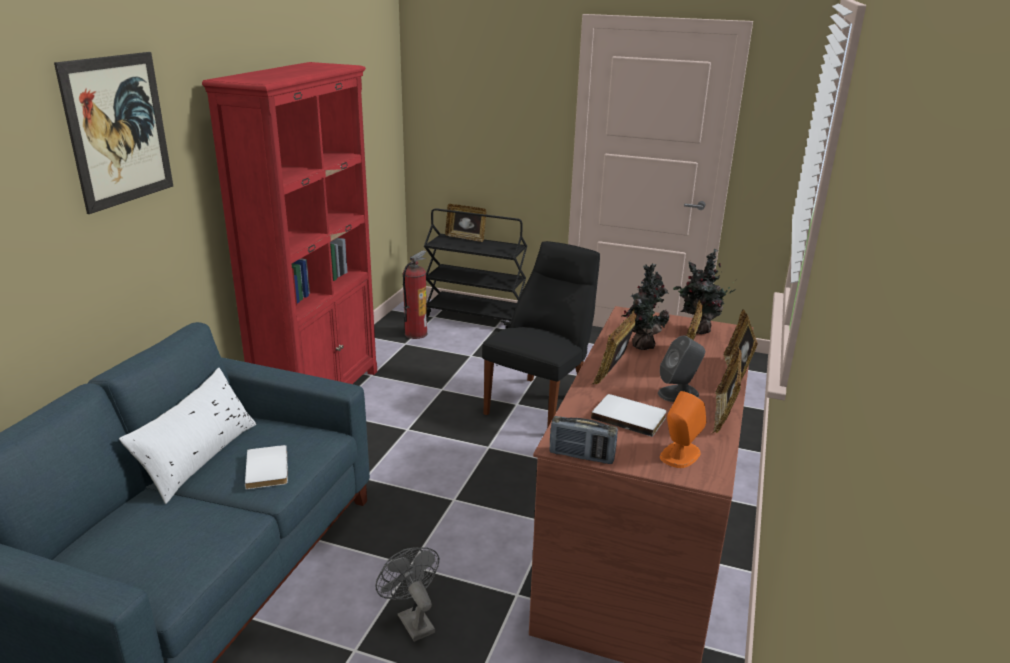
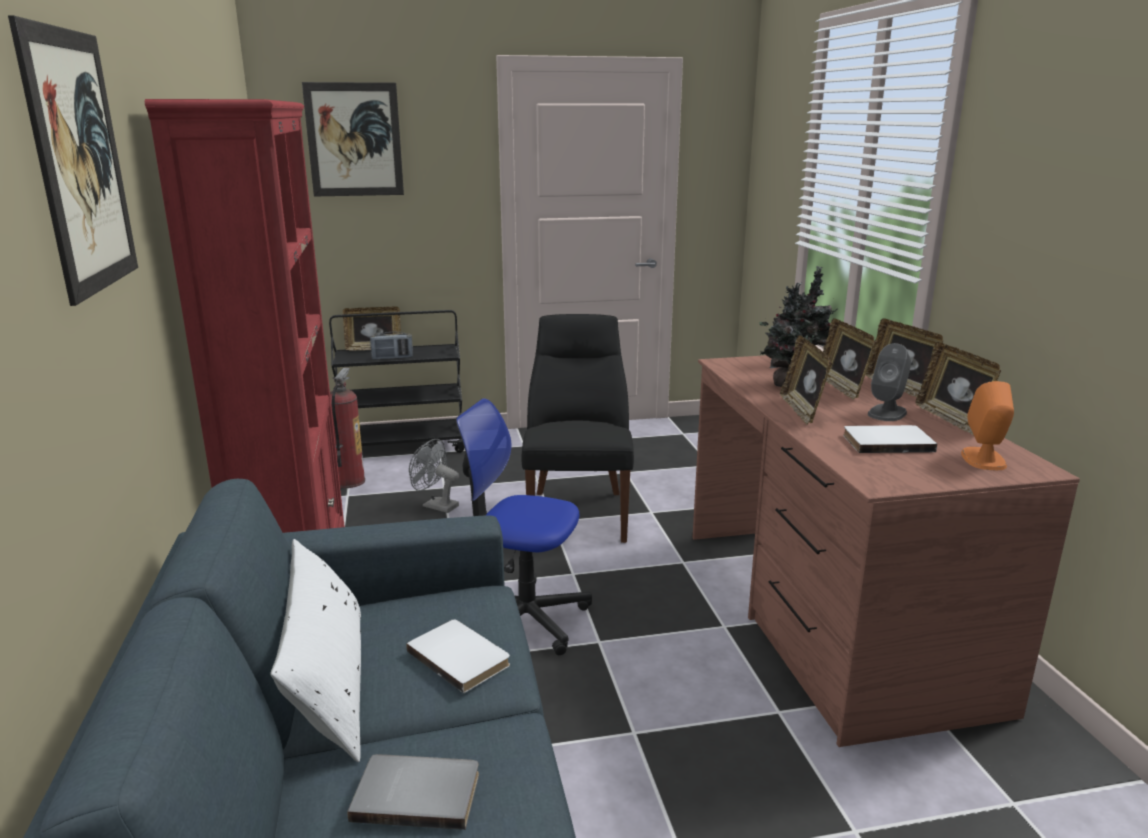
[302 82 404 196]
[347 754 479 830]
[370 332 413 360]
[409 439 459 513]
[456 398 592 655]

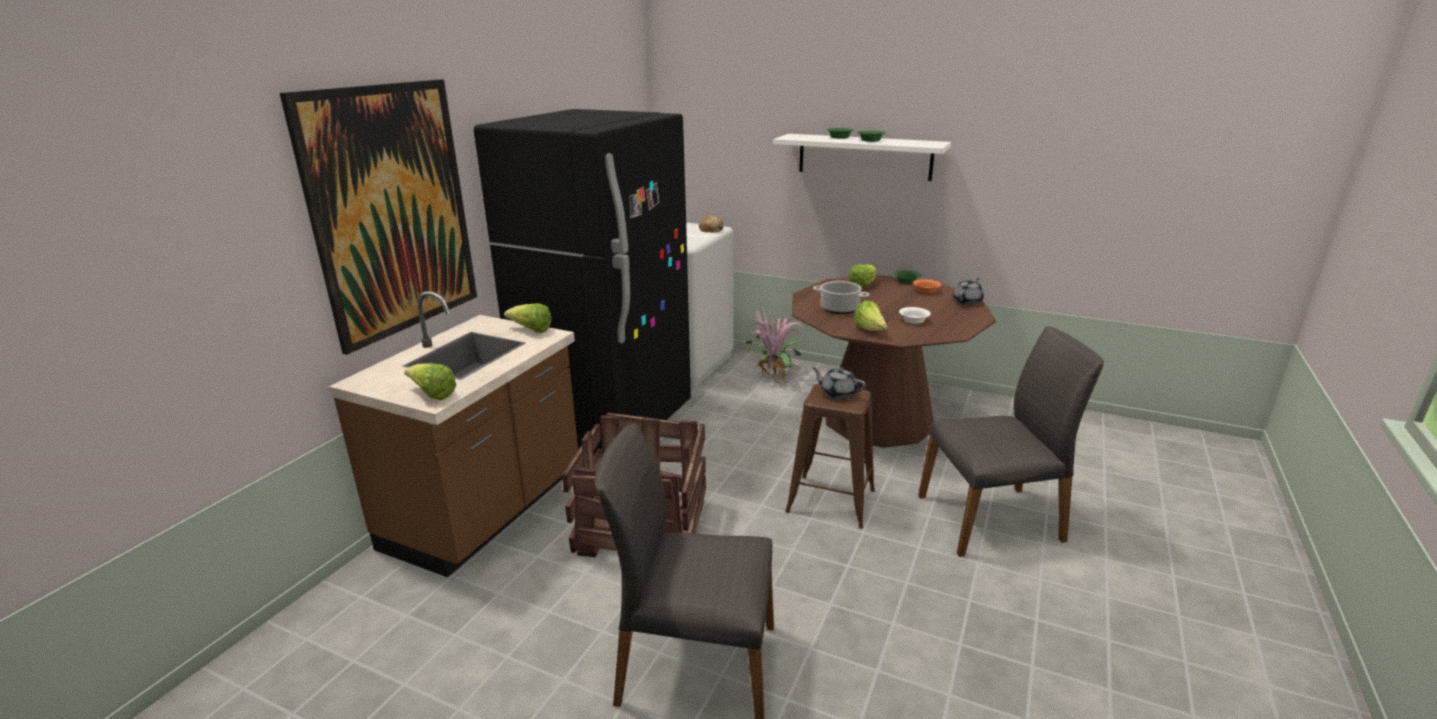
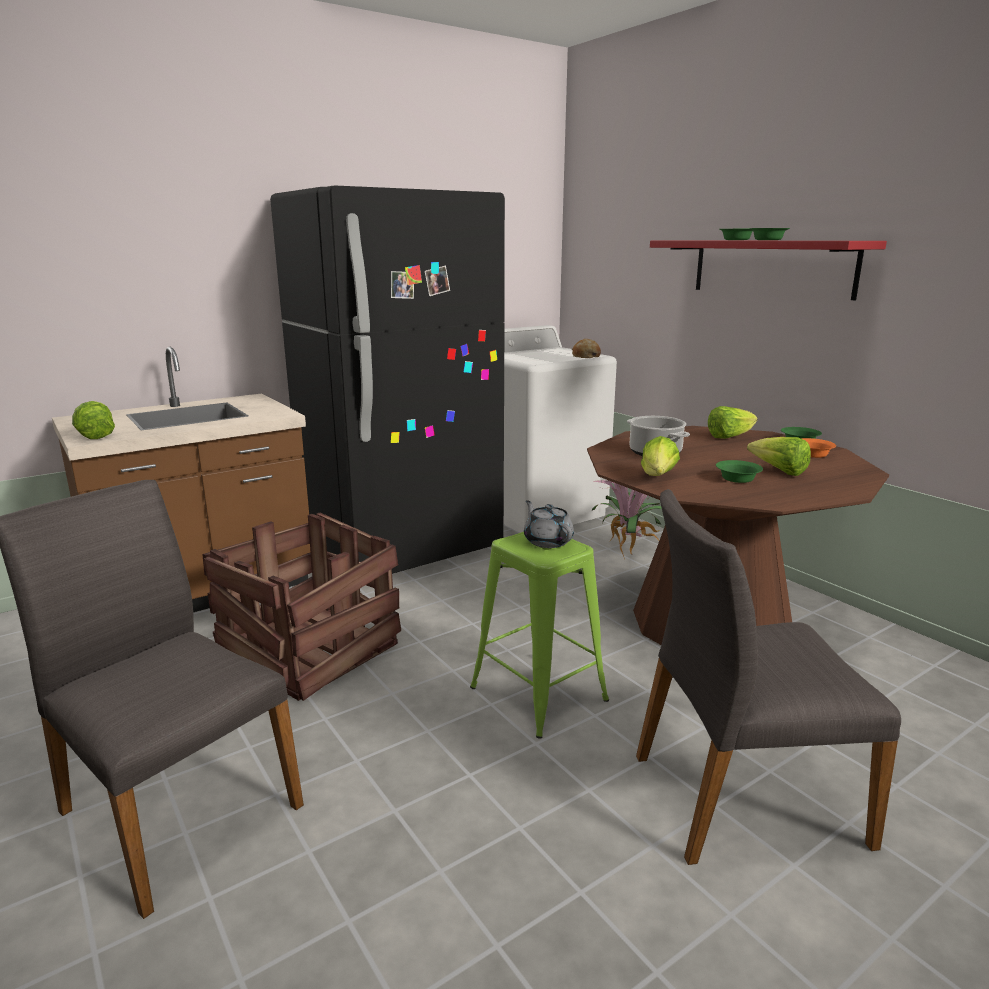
[470 532 609 739]
[636 489 901 865]
[650 241 887 300]
[716 460 763 483]
[747 437 811 476]
[280 79 477 355] (first image)
[953 278 984 305] (first image)

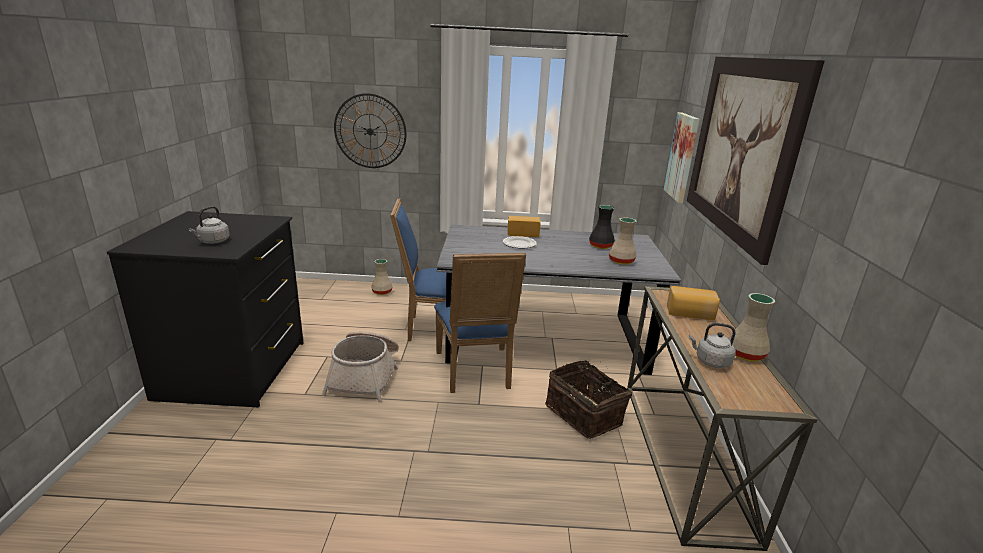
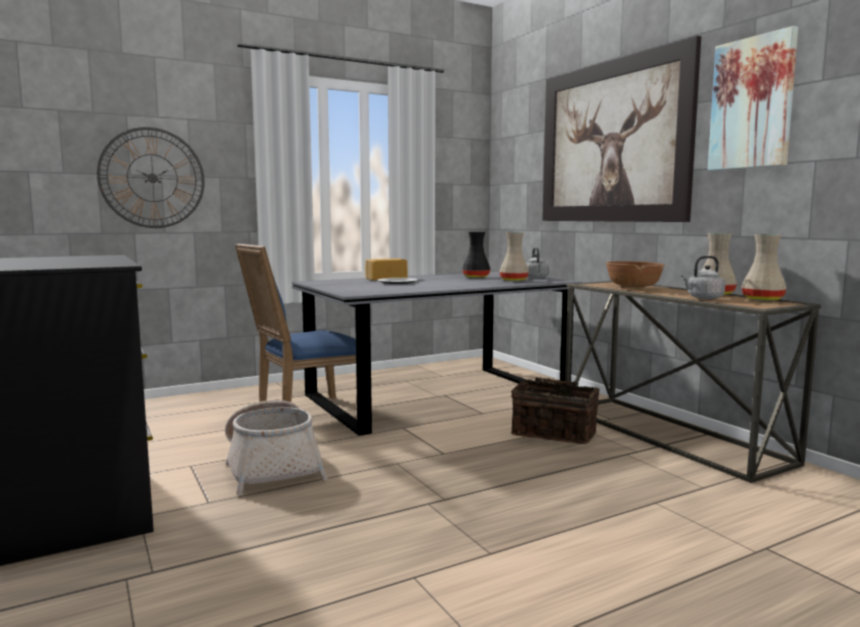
[526 247 549 279]
[606 261 665 289]
[708 26 798 171]
[741 234 787 301]
[434 253 526 393] (first image)

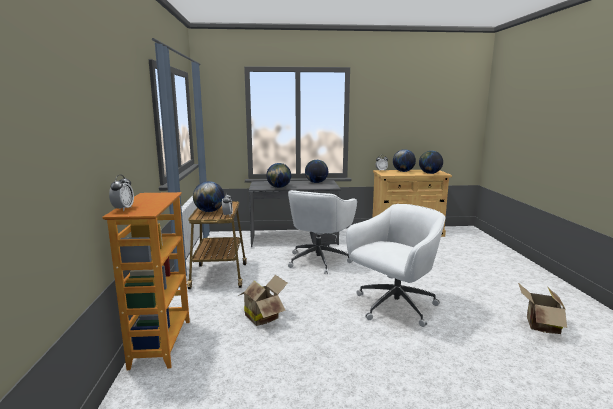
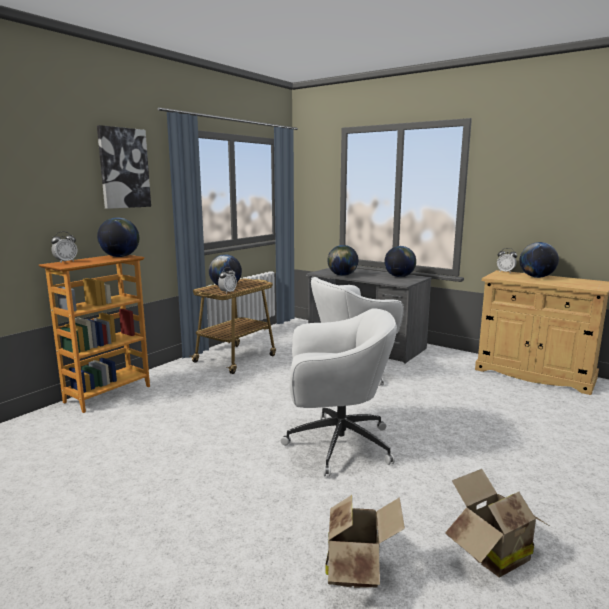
[97 125 151 209]
[97 217 139 257]
[325 495 405 588]

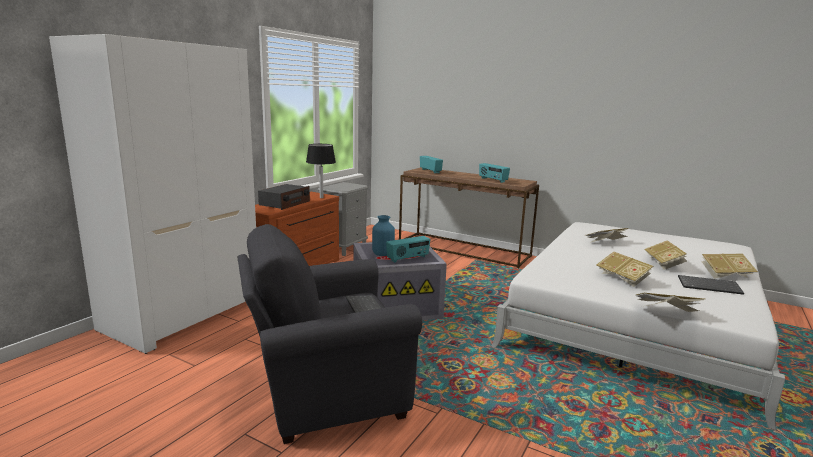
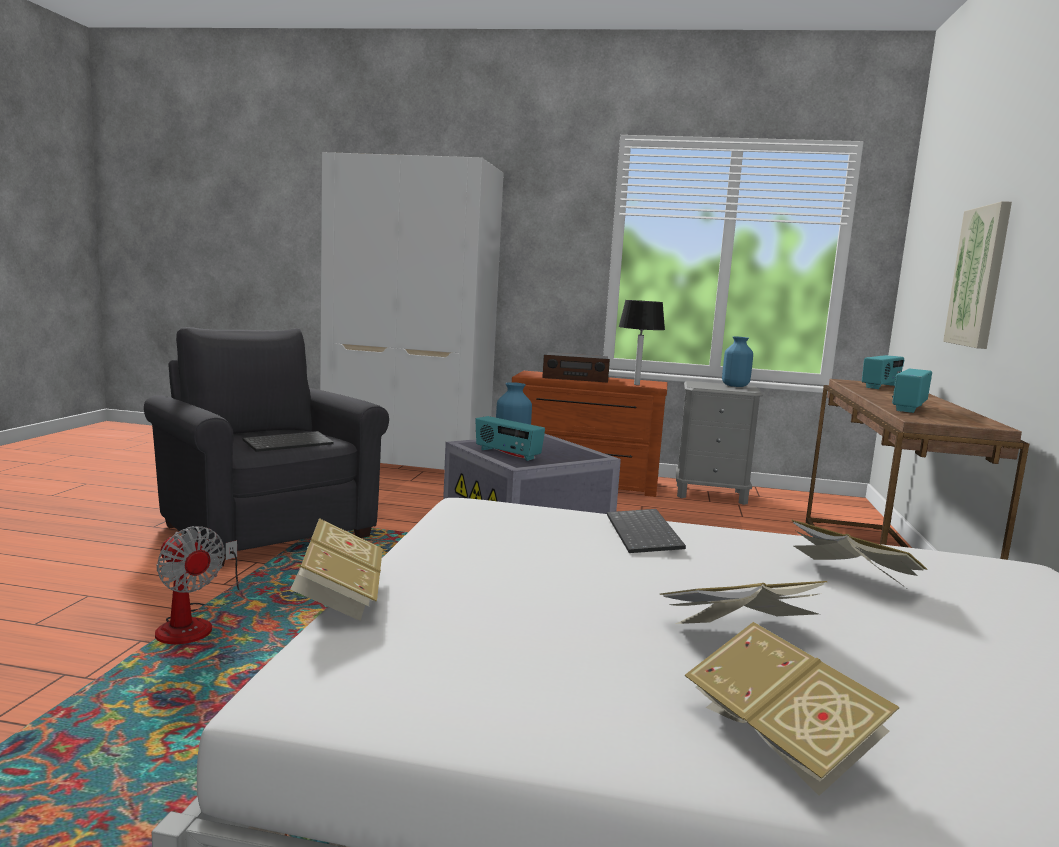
[155 526 240 644]
[607 509 686 553]
[722 336 753 387]
[943 201 1012 349]
[596 252 653 287] (first image)

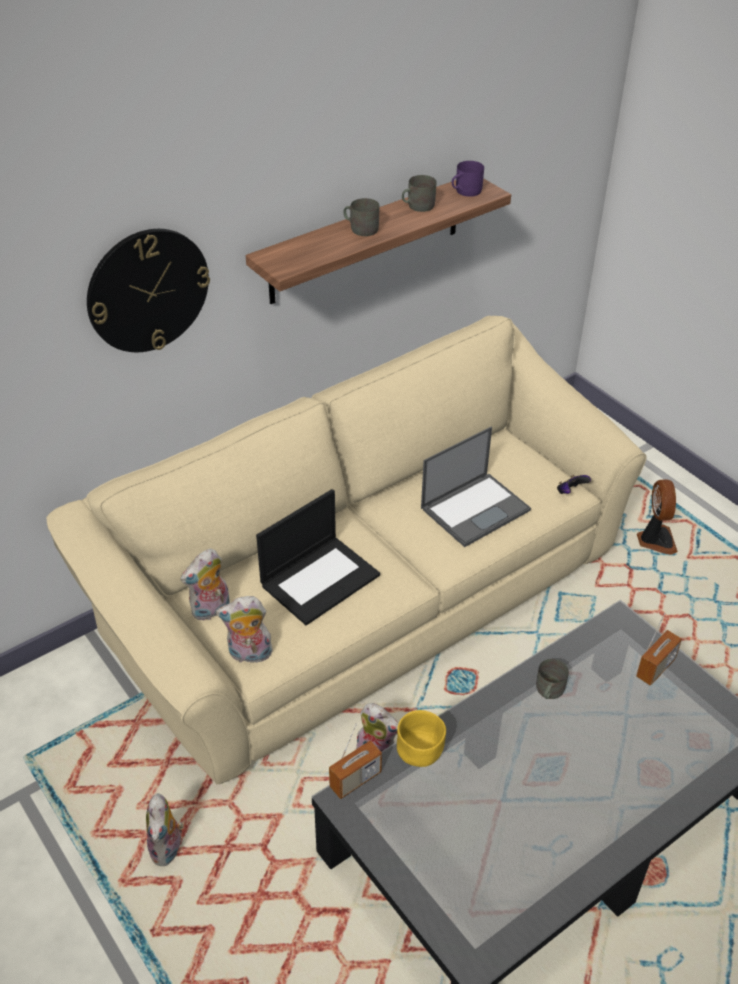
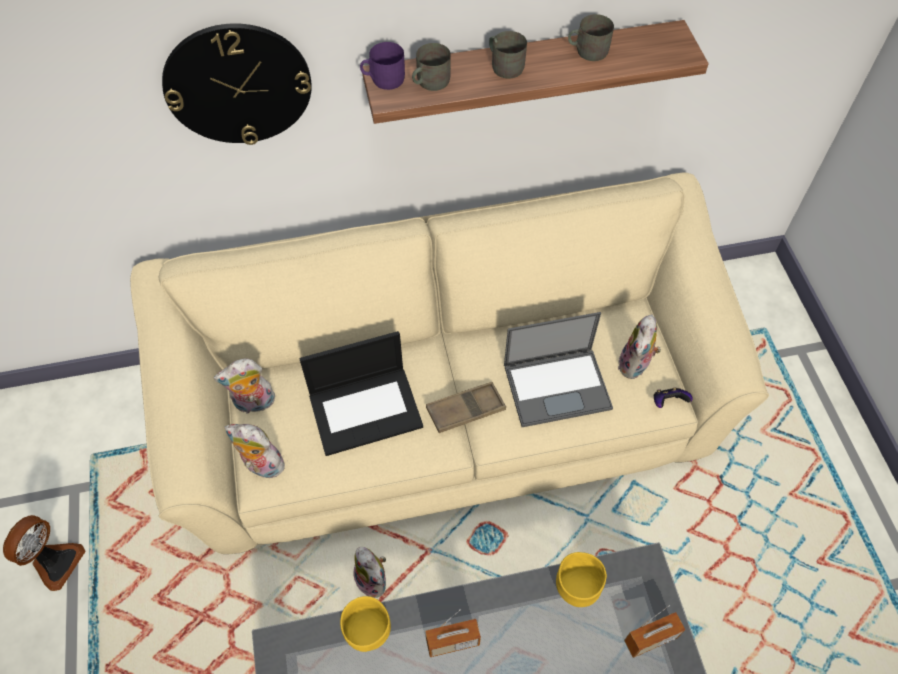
[3 515 86 591]
[360 42 405 90]
[412 43 451 91]
[425 609 481 657]
[426 382 506 433]
[556 552 607 607]
[618 315 661 379]

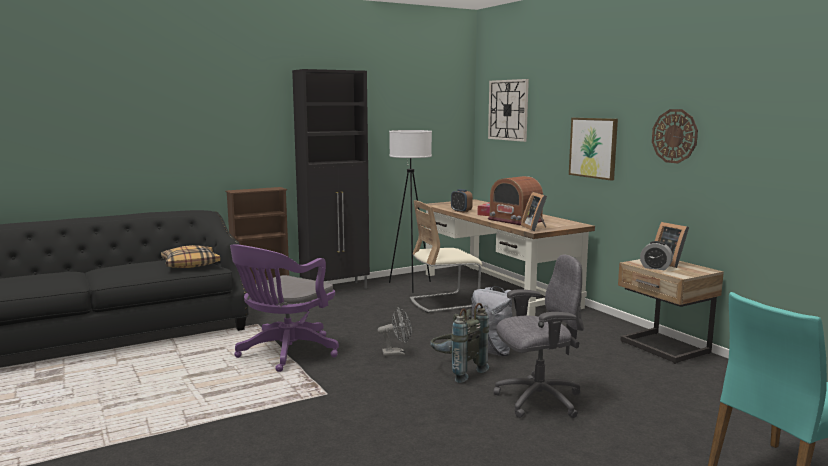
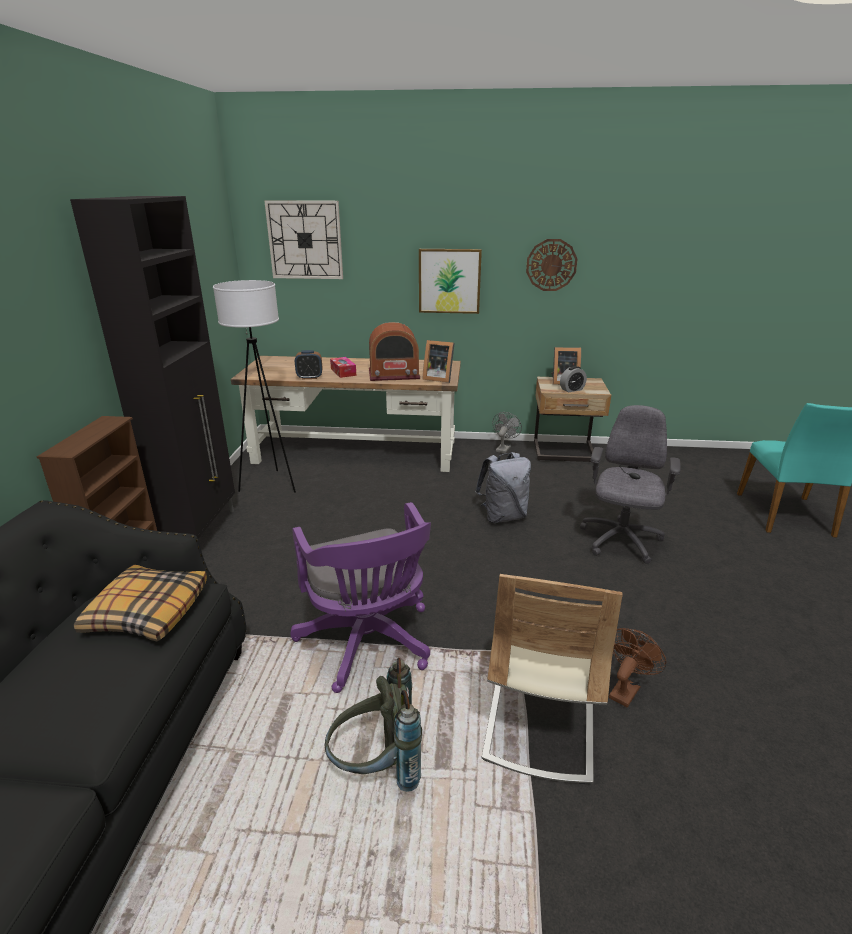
[324 658 422 792]
[482 574 623 785]
[492 412 522 453]
[609 628 666 708]

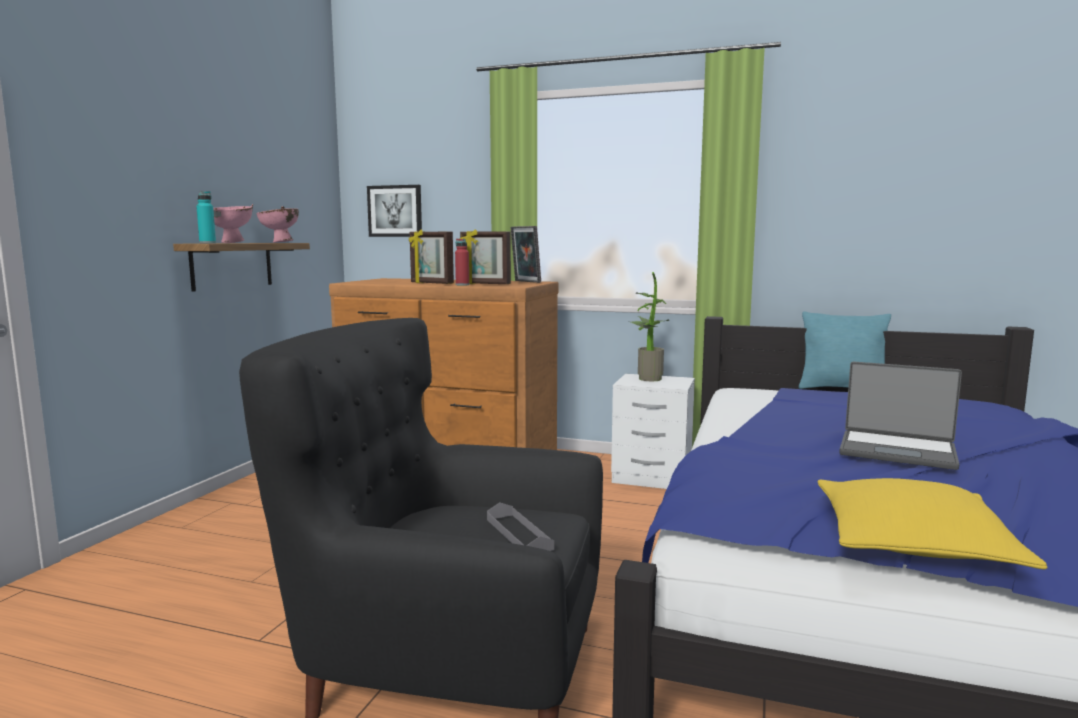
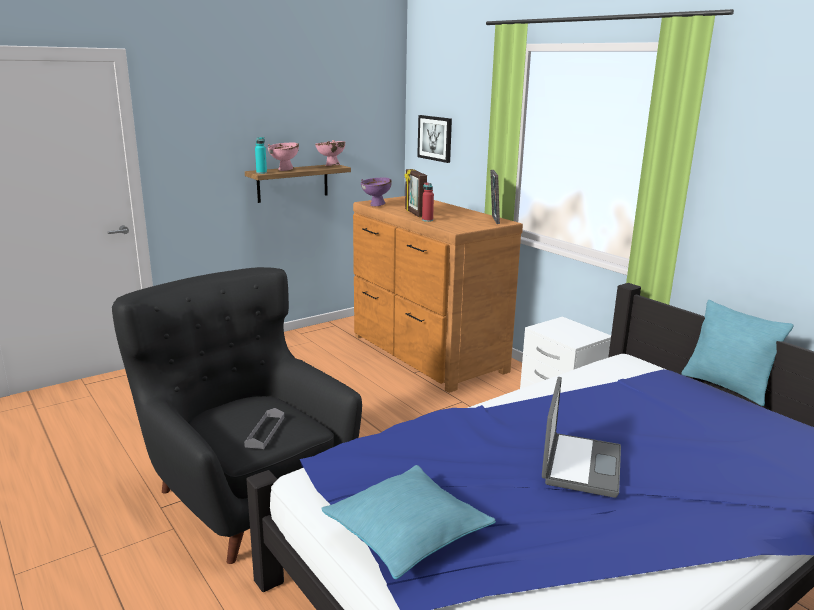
[321 465 496 579]
[361 178 392 206]
[542 377 621 498]
[460 229 511 284] (first image)
[631 272 669 381] (first image)

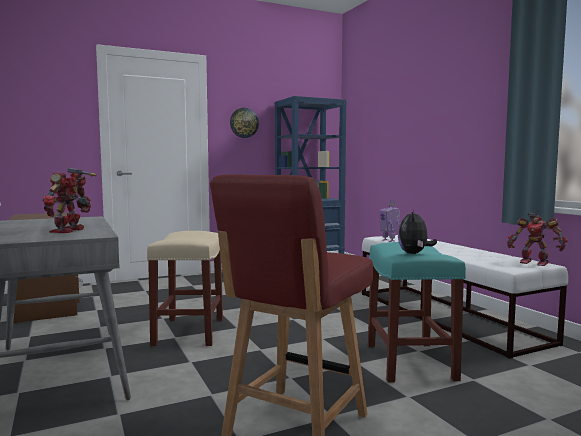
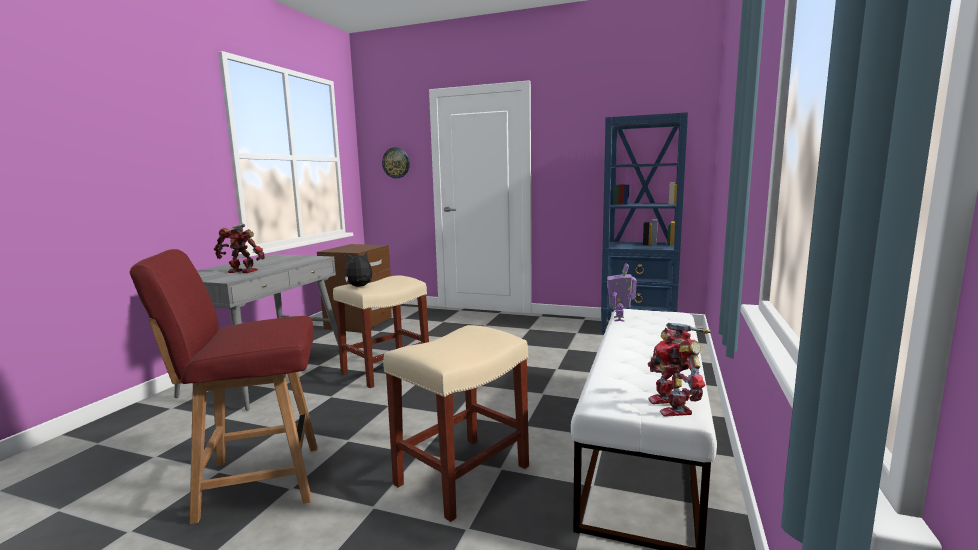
[214 223 265 273]
[345 252 372 287]
[382 148 410 178]
[383 325 529 522]

